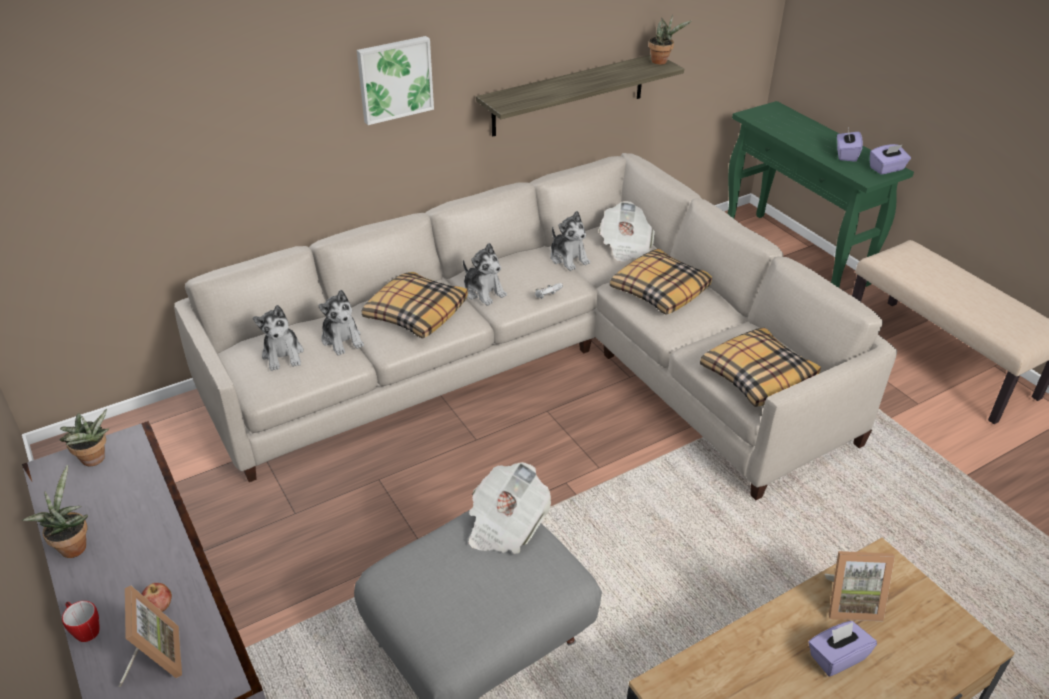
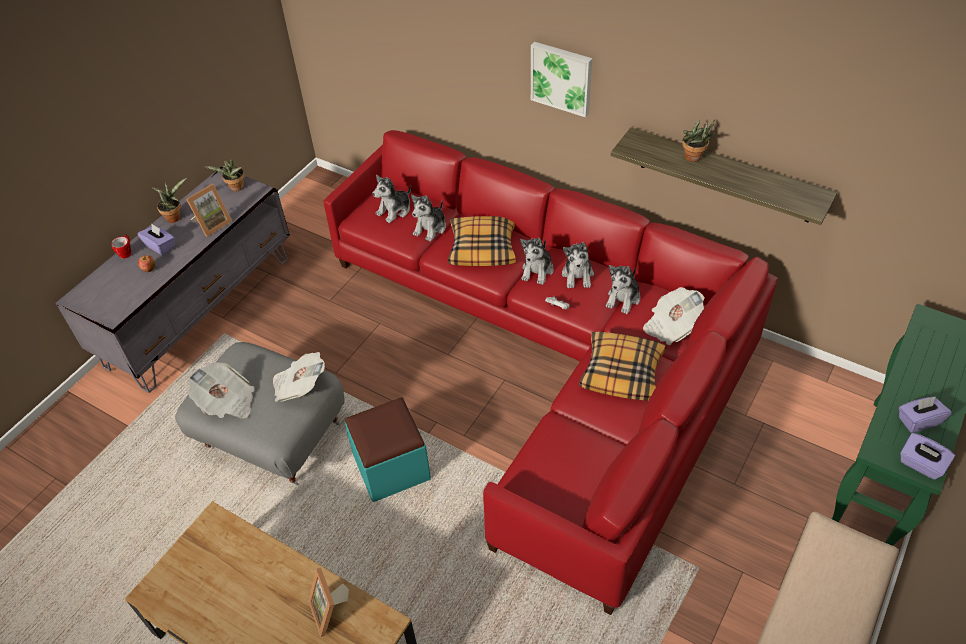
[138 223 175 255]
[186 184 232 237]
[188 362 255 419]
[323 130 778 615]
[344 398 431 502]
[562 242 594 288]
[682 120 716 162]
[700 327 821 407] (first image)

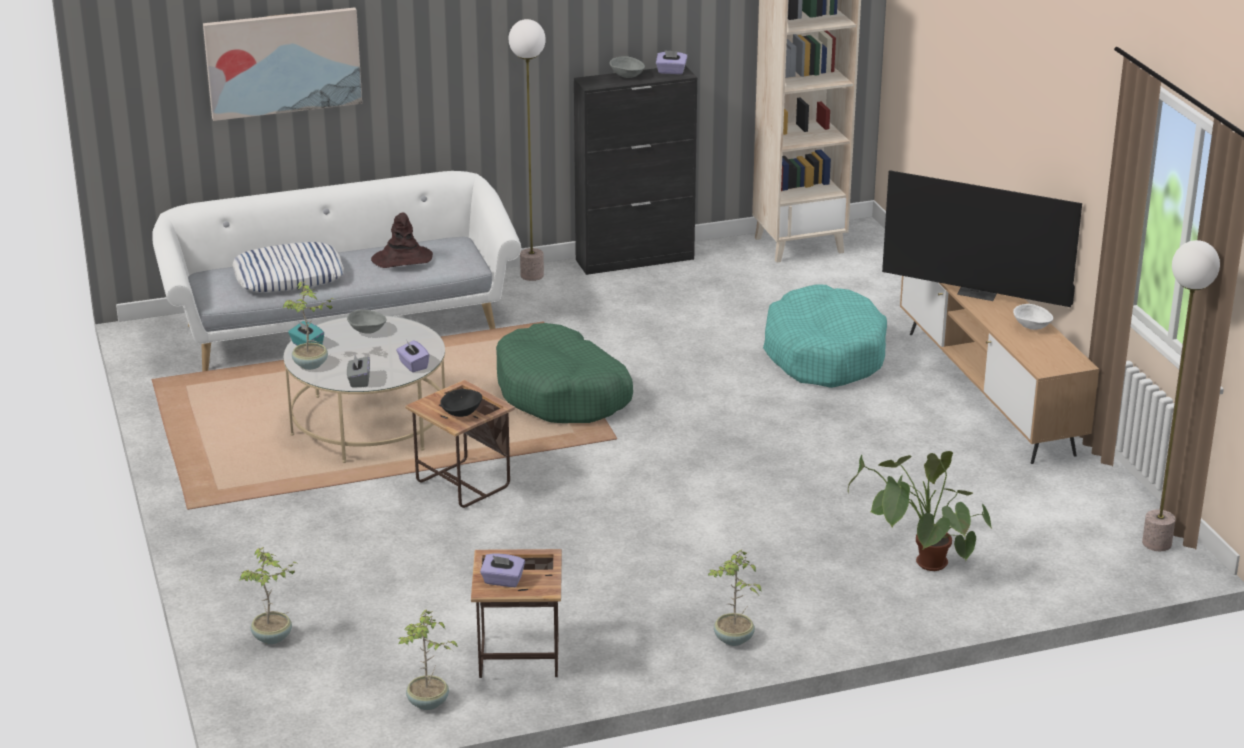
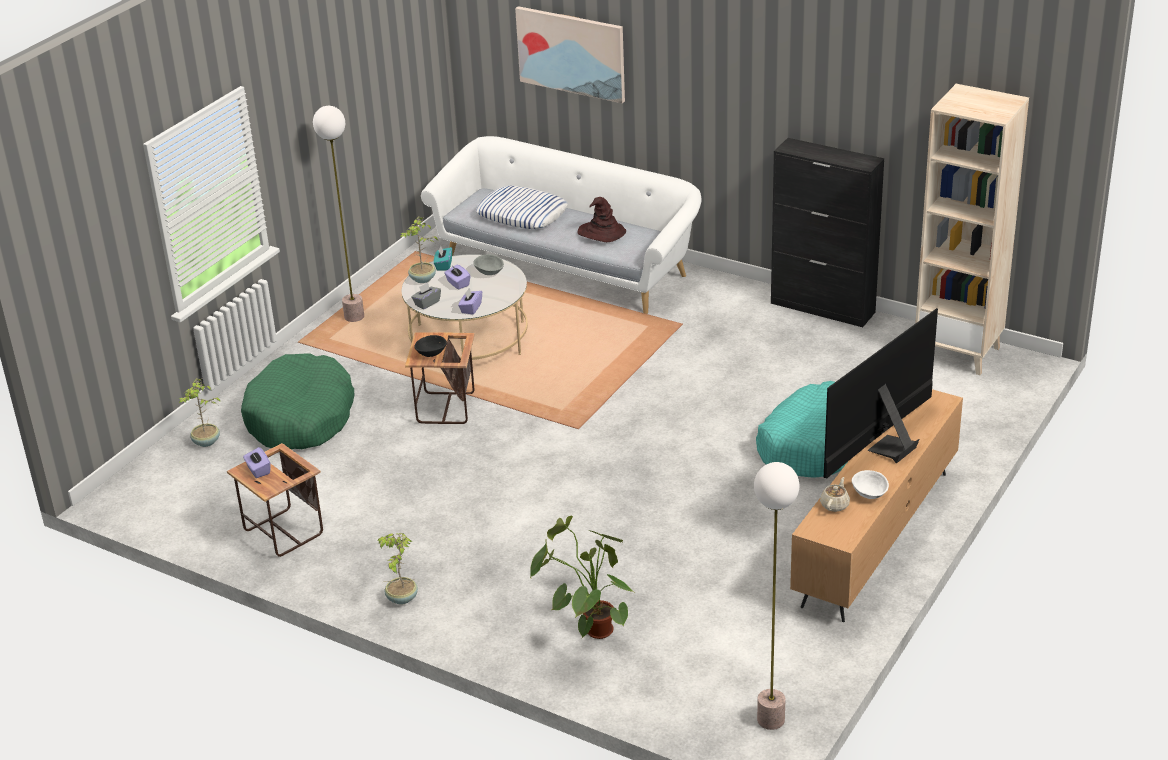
[241 354 354 449]
[313 106 364 322]
[444 264 470 290]
[820 477 850 512]
[824 308 938 479]
[399 609 458 710] (first image)
[610 56 645 78] (first image)

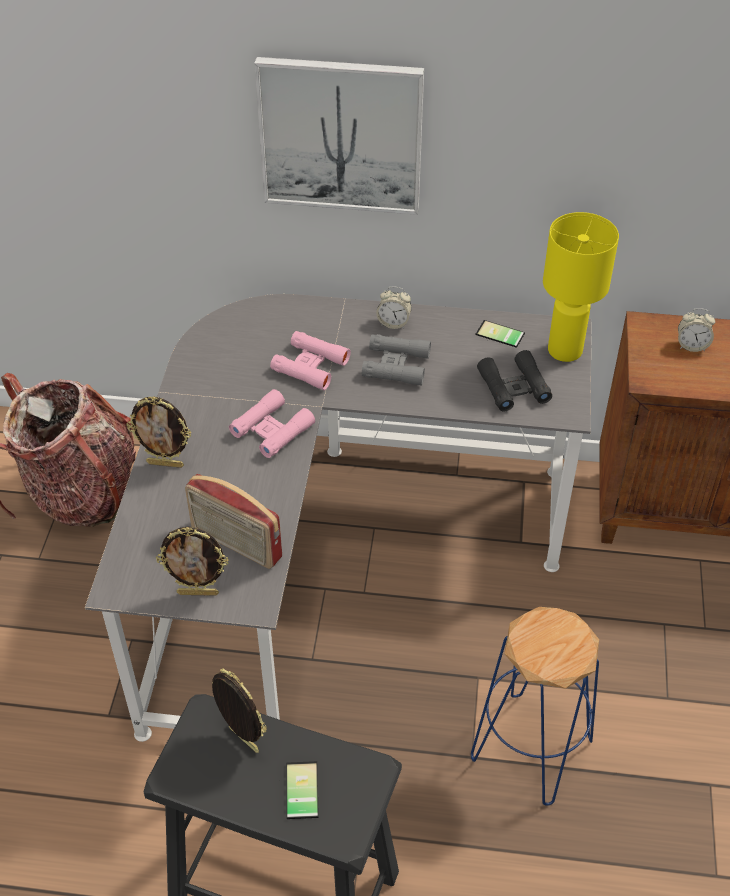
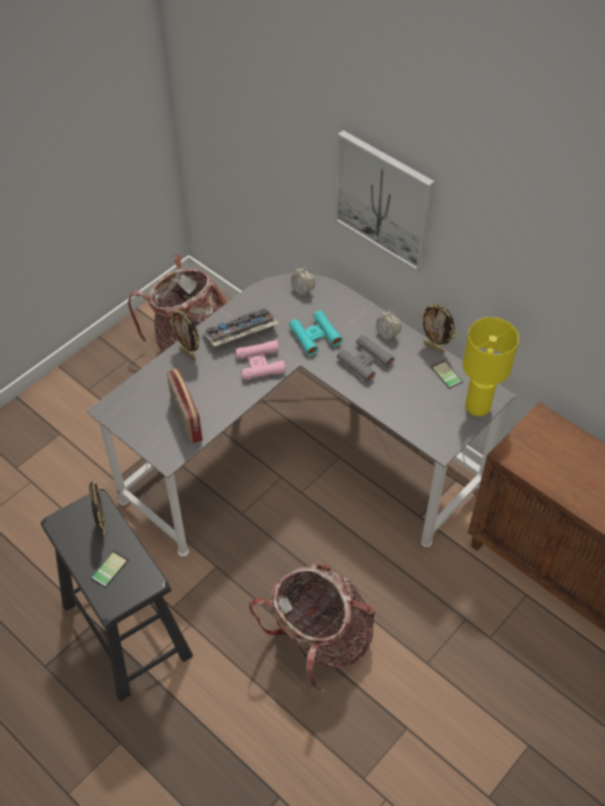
[203 308 279 346]
[249 563 375 690]
[289 310 342 356]
[291 266 315 297]
[419 304 456 353]
[477 350 552 412] (first image)

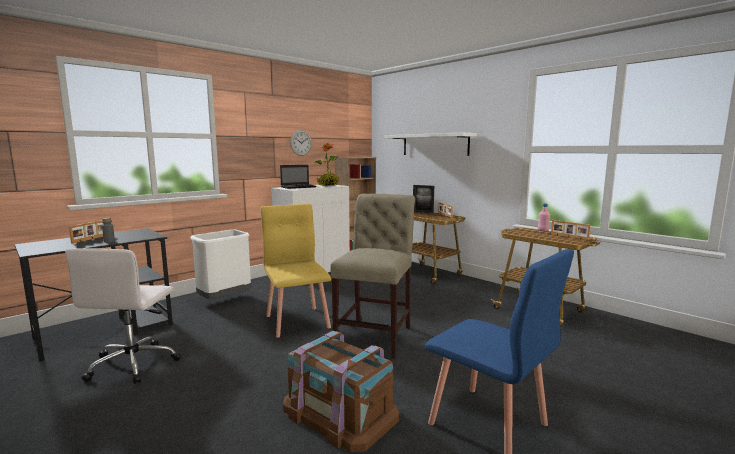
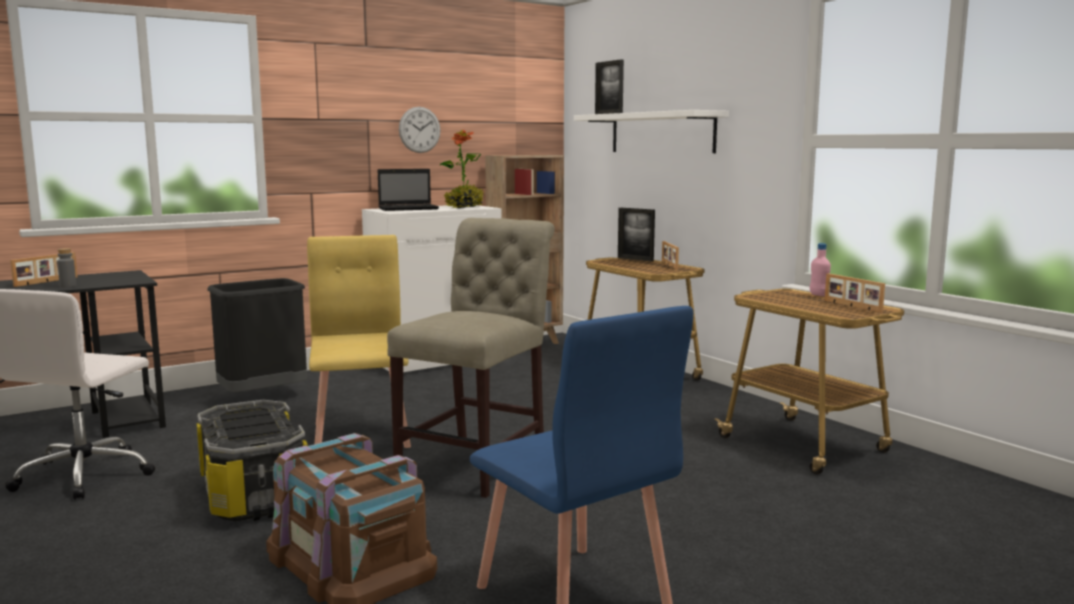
[196 400 308 521]
[207 278 307 392]
[595 59 624 114]

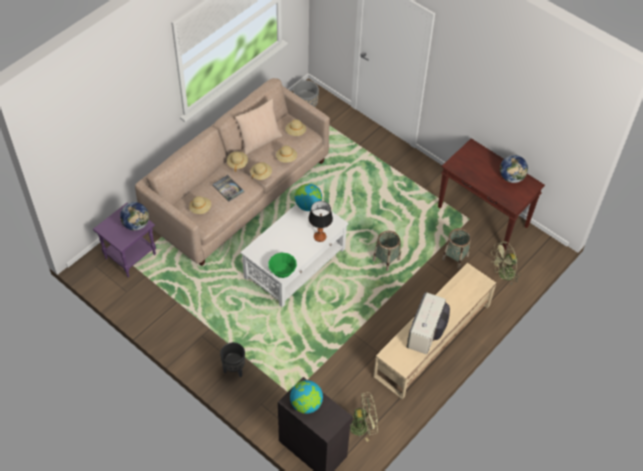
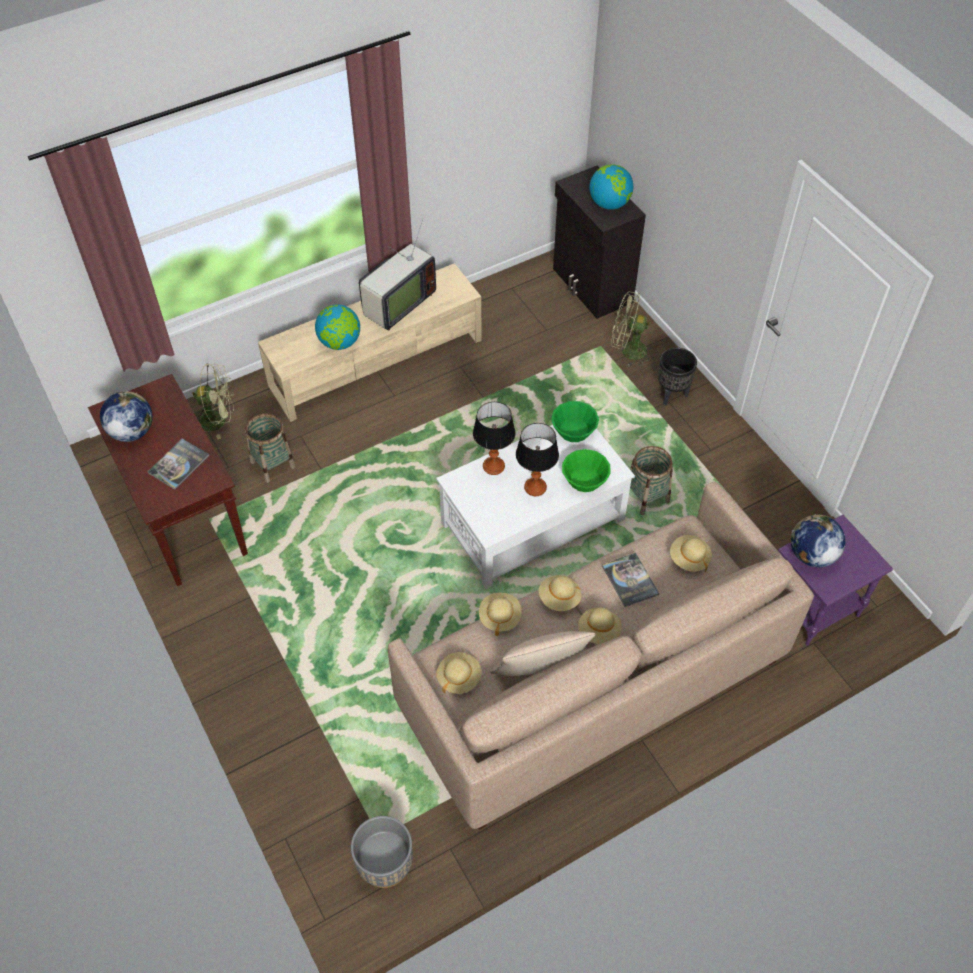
[148 439 209 490]
[315 304 360 350]
[516 423 559 496]
[562 449 611 492]
[611 292 654 366]
[630 446 673 515]

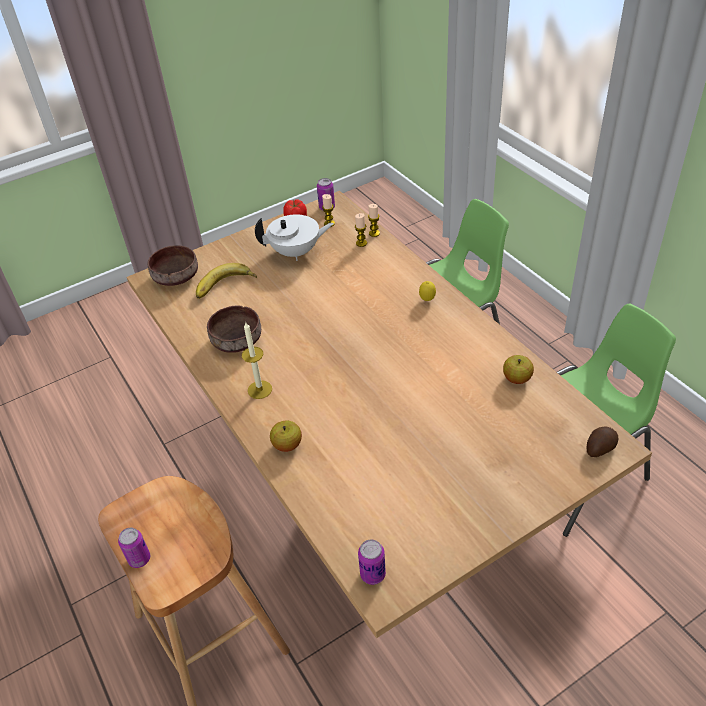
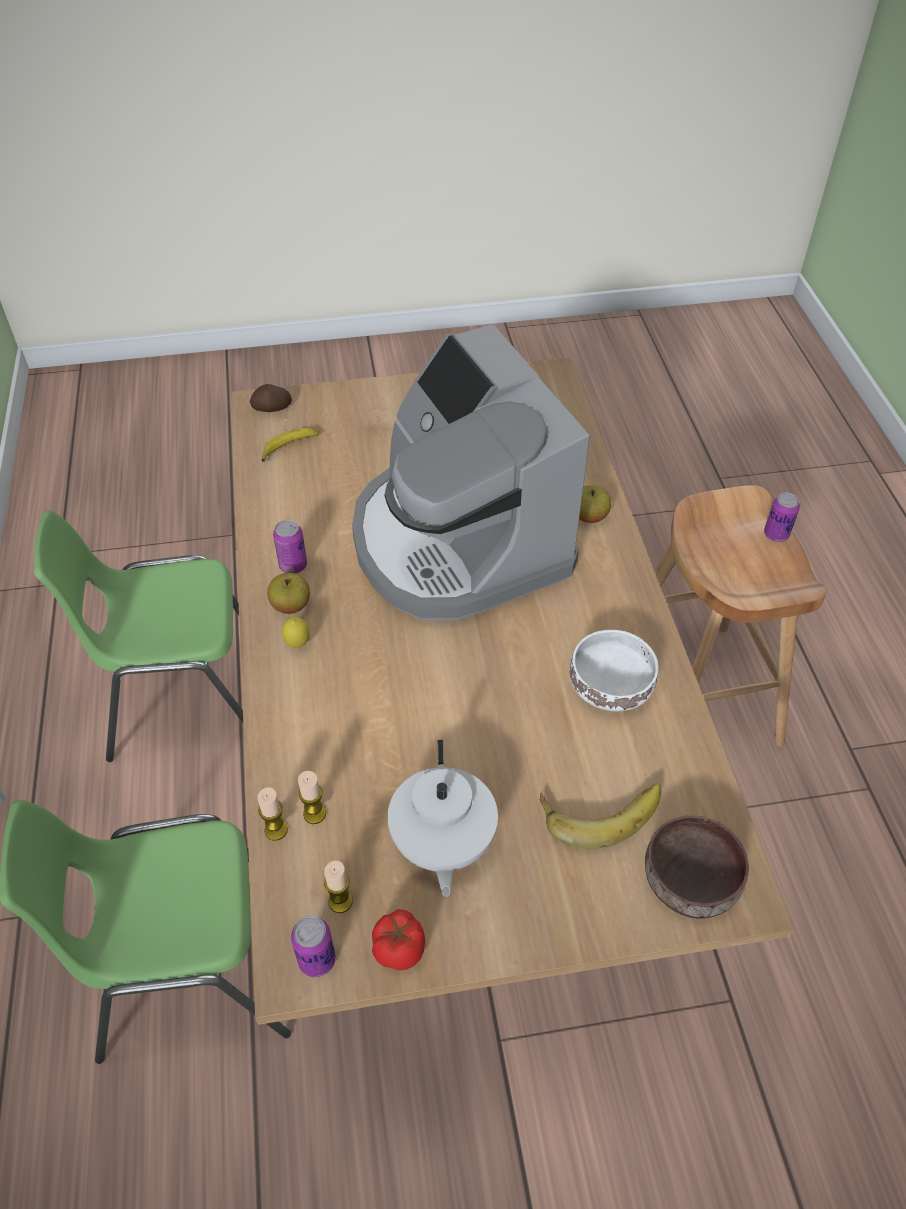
[261 427 319 462]
[267 573 310 614]
[273 520 307 574]
[352 324 590 620]
[387 740 498 897]
[570 630 659 711]
[242 323 272 399] (first image)

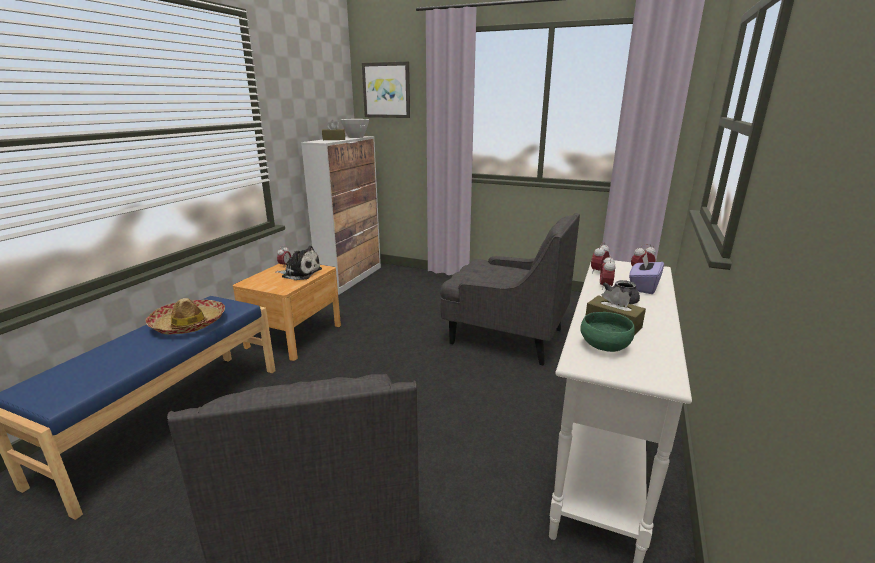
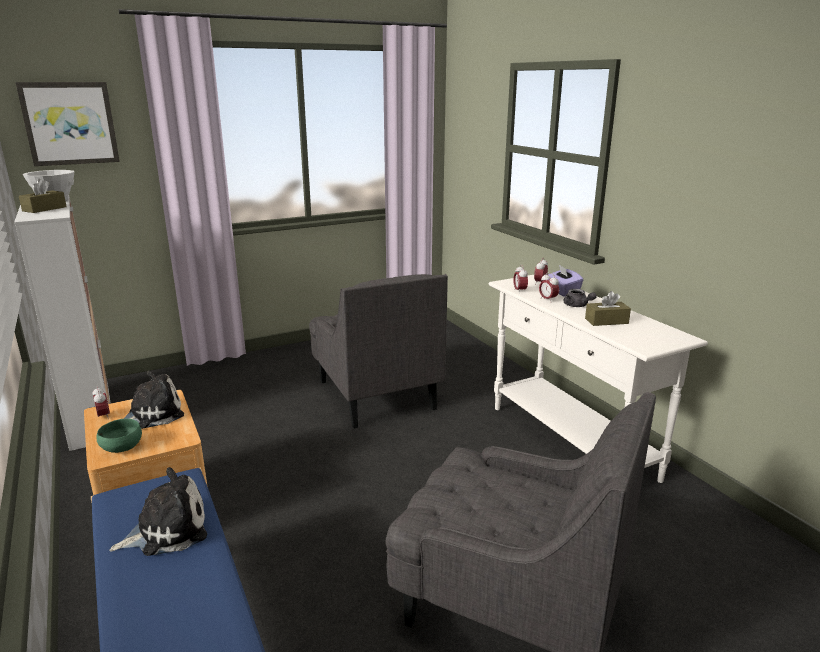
[97 418 142 453]
[110 467 207 556]
[309 274 448 429]

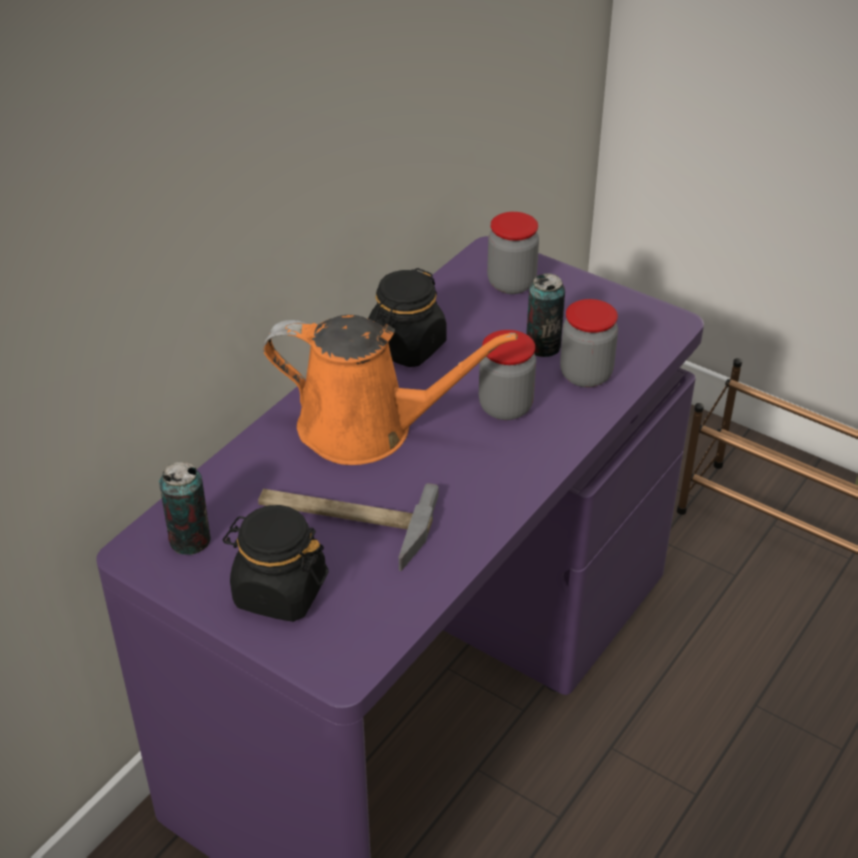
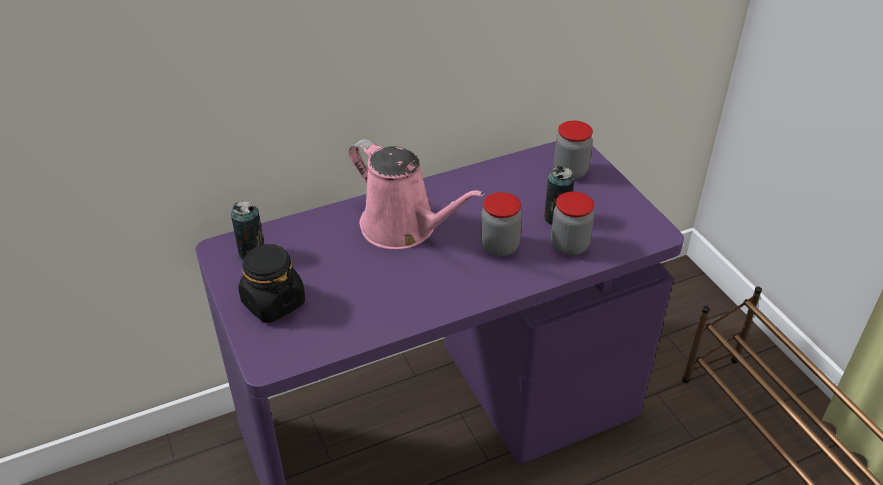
[349 139 485 250]
[258 483 439 571] (first image)
[368 268 447 367] (first image)

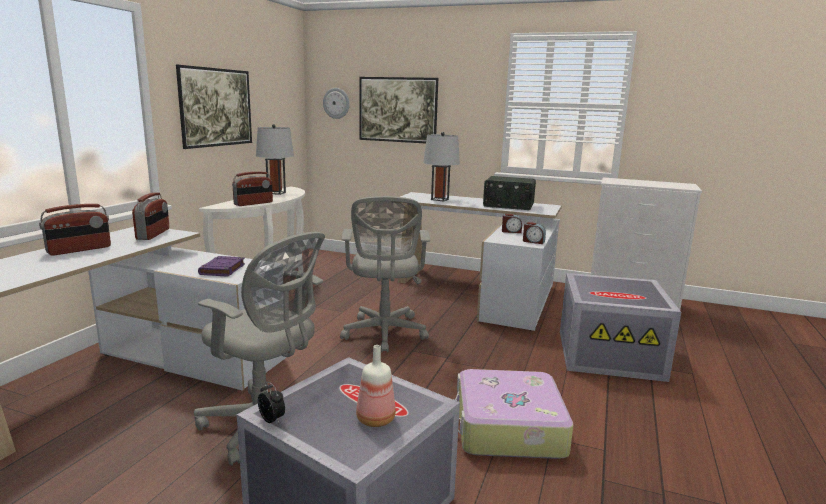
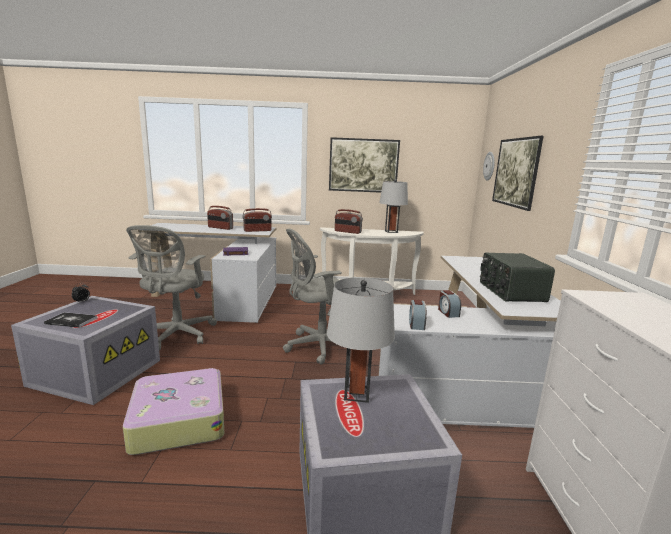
[44 312 97 328]
[327 277 395 403]

